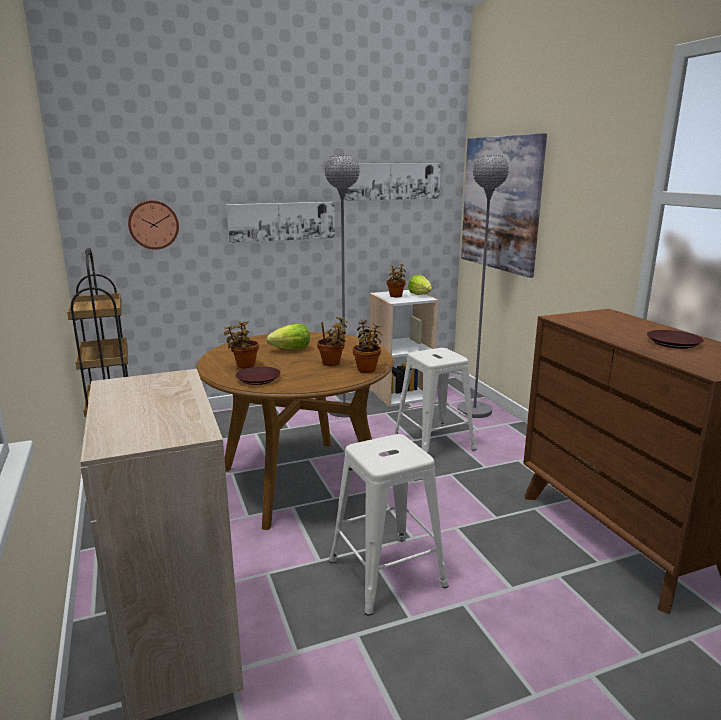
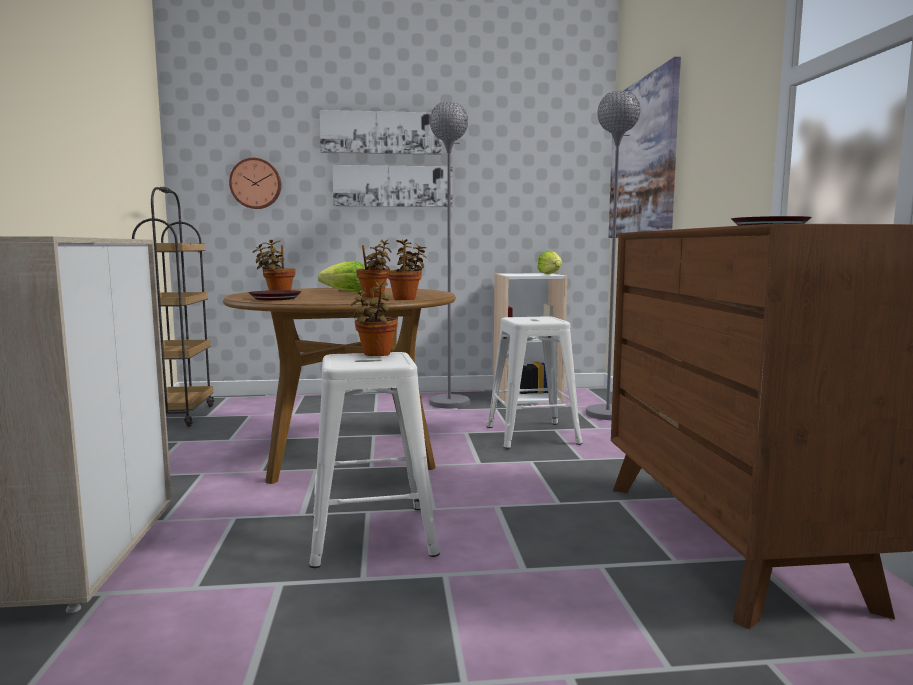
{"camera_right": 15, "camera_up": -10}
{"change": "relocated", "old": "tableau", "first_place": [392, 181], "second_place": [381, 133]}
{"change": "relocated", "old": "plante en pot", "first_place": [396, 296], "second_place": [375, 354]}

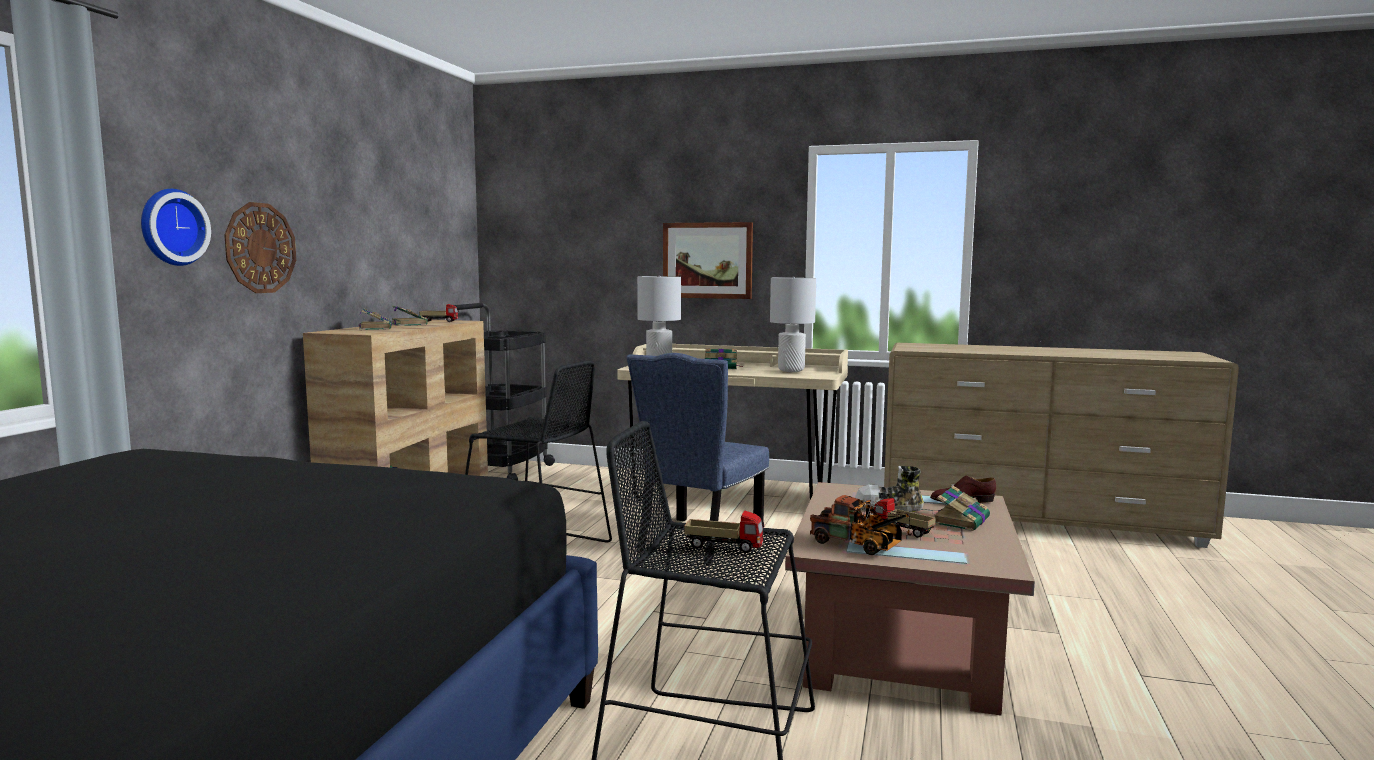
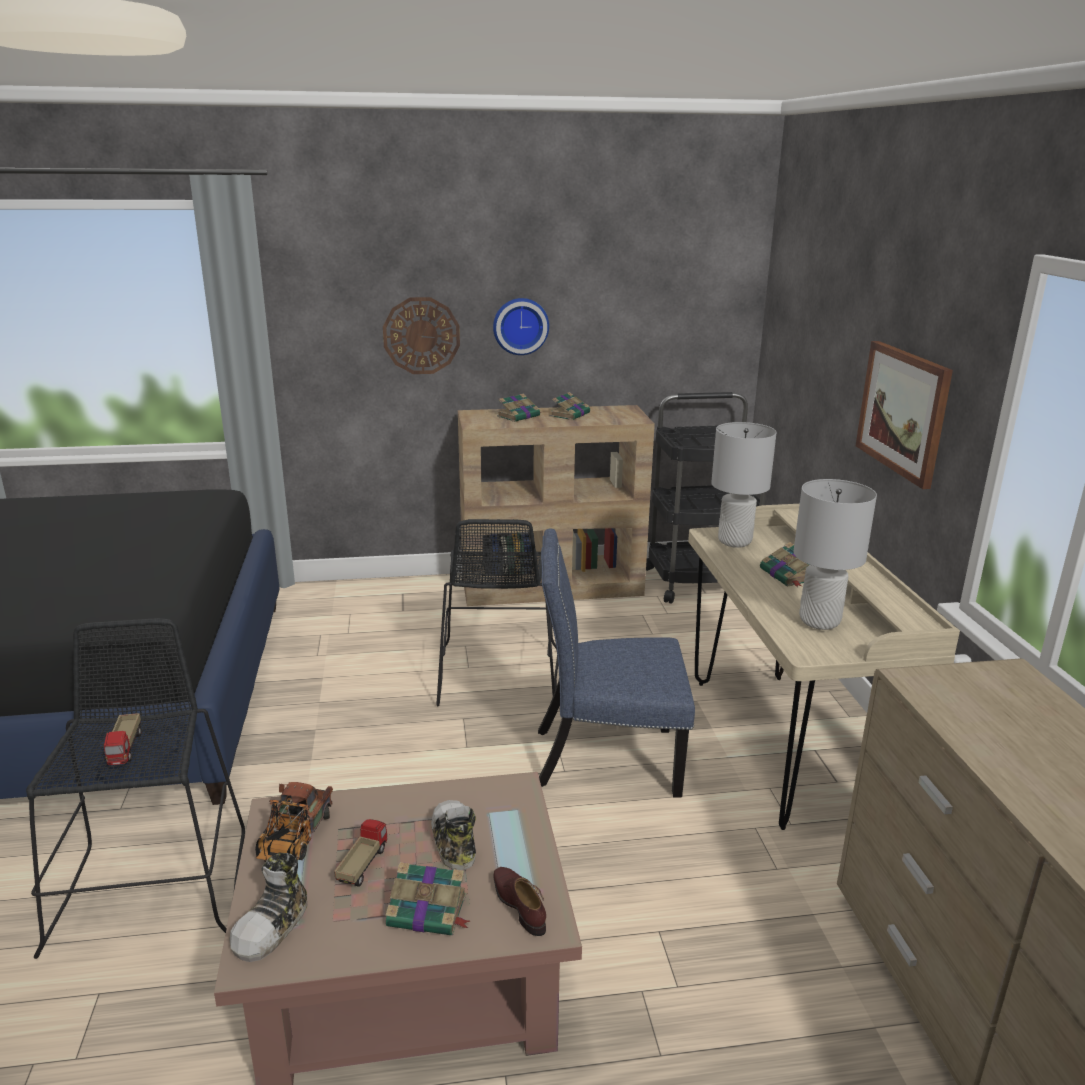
{"camera_right": 65, "camera_up": 15}
{"change": "missing", "old": "camion jouet", "first_place": [439, 321]}
{"change": "appeared", "new": "chaussure", "second_place": [273, 926]}
{"change": "relocated", "old": "horloge murale", "first_place": [171, 227], "second_place": [520, 326]}

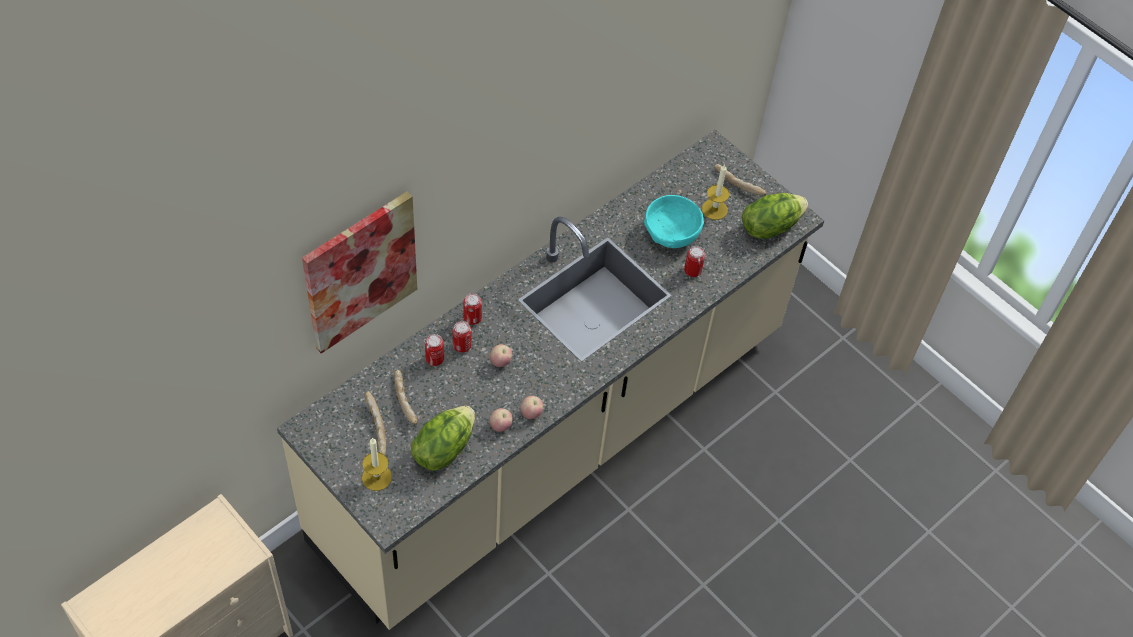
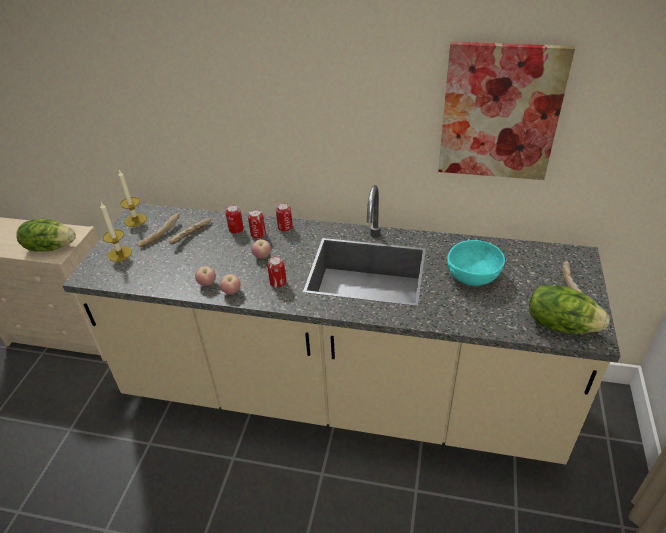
{"camera_right": 60, "camera_up": -15}
{"change": "relocated", "old": "tableau", "first_place": [360, 271], "second_place": [500, 112]}
{"change": "relocated", "old": "laitue", "first_place": [443, 448], "second_place": [50, 247]}
{"change": "relocated", "old": "boîte métallique", "first_place": [692, 271], "second_place": [278, 283]}
{"change": "relocated", "old": "bougie", "first_place": [714, 209], "second_place": [135, 220]}

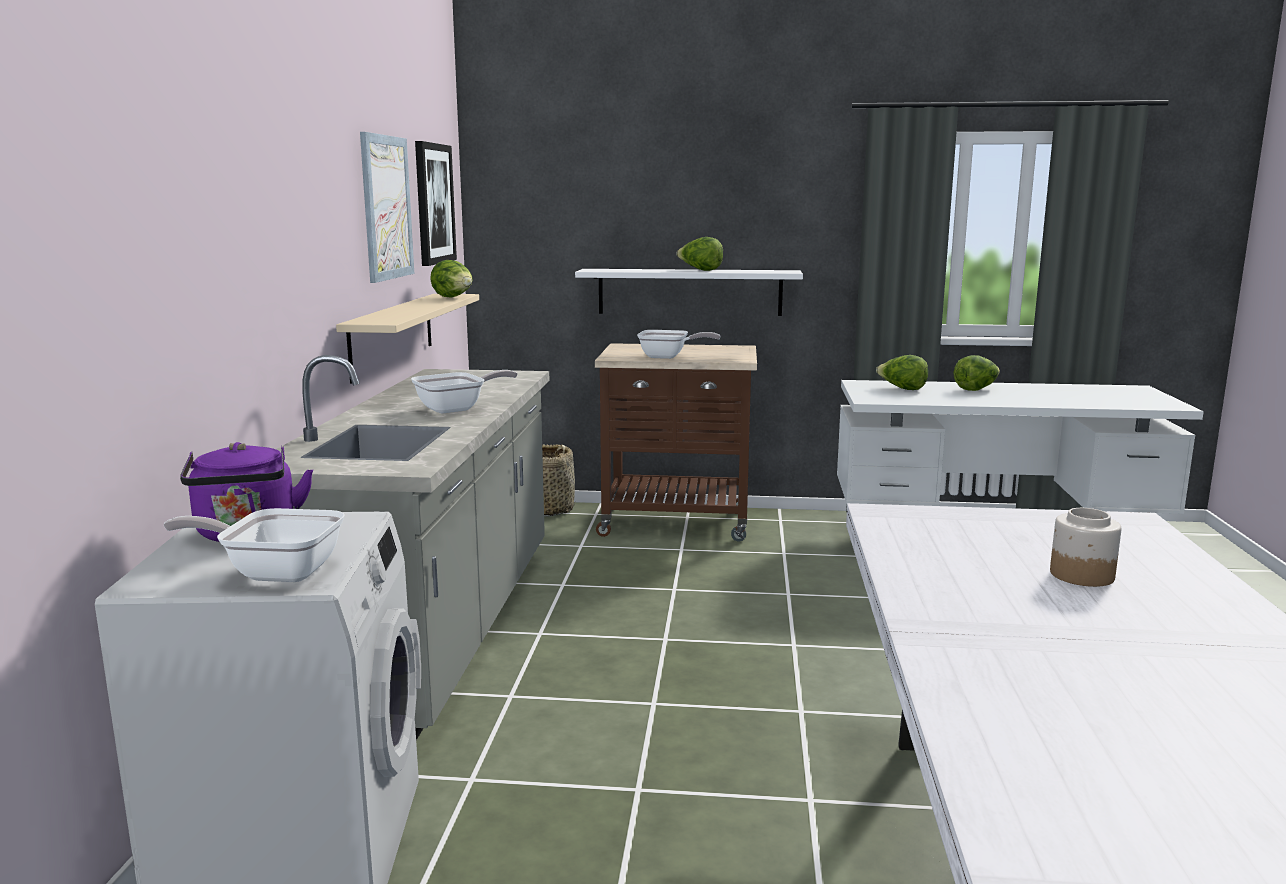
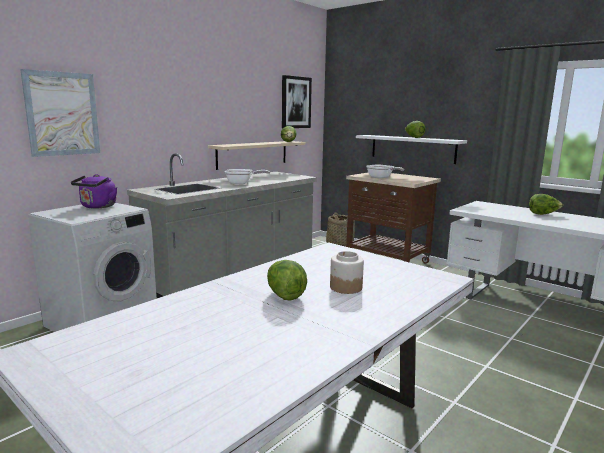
{"camera_right": 35, "camera_up": 0}
{"change": "missing", "old": "poêle", "first_place": [275, 572]}
{"change": "relocated", "old": "tableau", "first_place": [386, 207], "second_place": [62, 114]}
{"change": "relocated", "old": "laitue", "first_place": [902, 389], "second_place": [285, 295]}

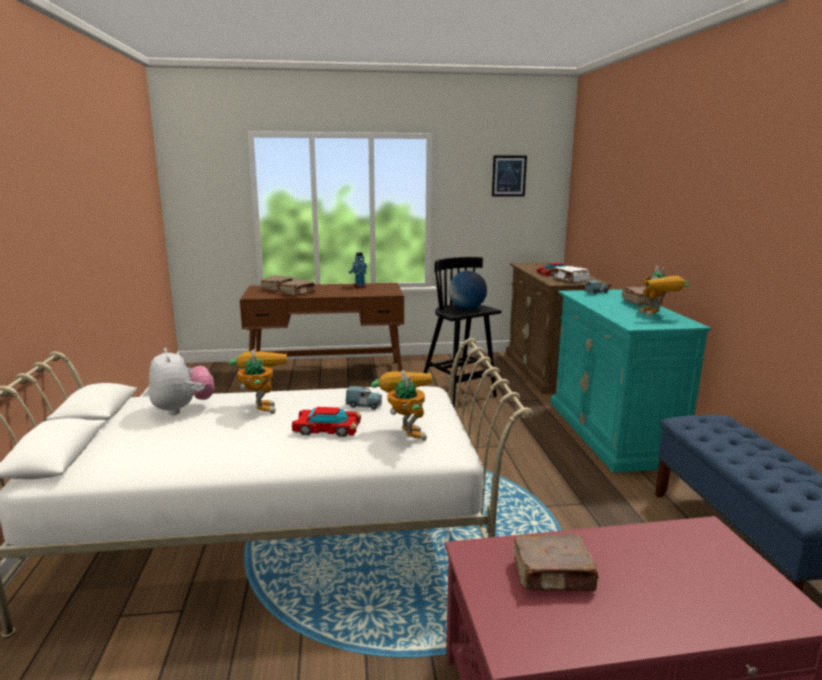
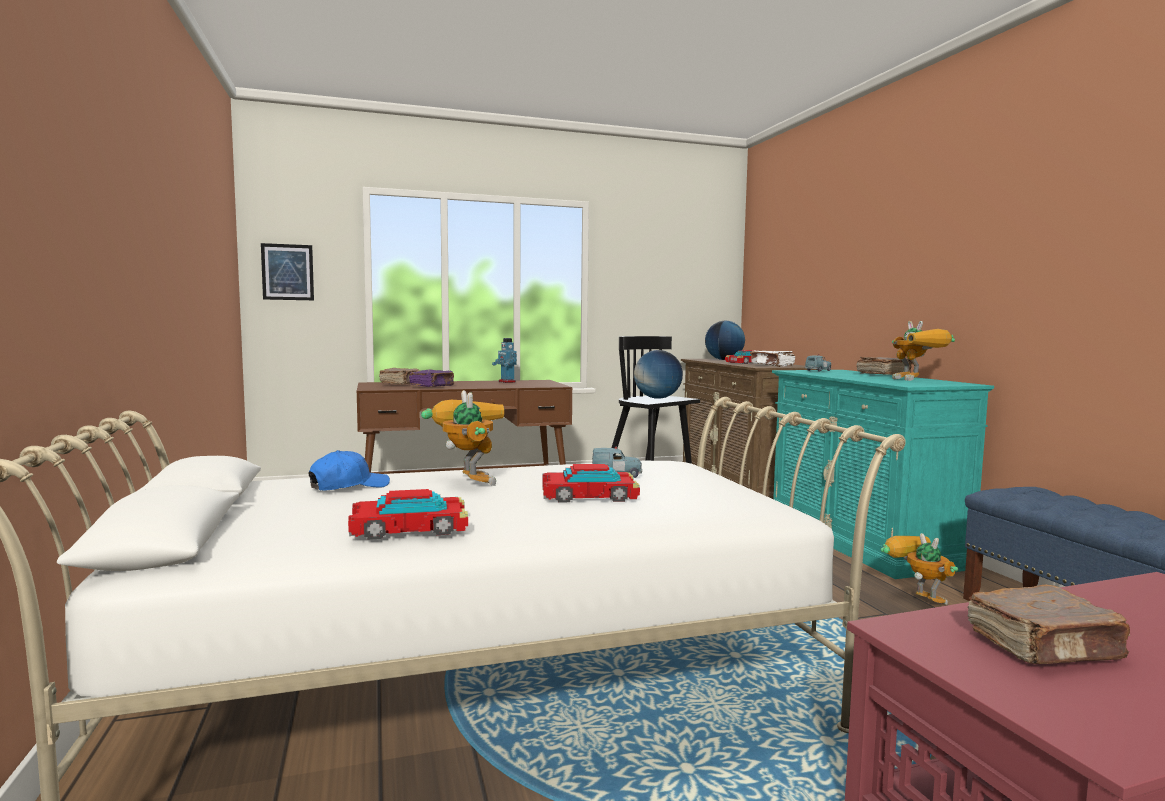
{"camera_right": -10, "camera_up": -10}
{"change": "appeared", "new": "petite voiture", "second_place": [409, 528]}
{"change": "appeared", "new": "globe", "second_place": [724, 360]}
{"change": "relocated", "old": "robot jouet", "first_place": [404, 432], "second_place": [915, 598]}
{"change": "relocated", "old": "tableau", "first_place": [509, 176], "second_place": [287, 272]}
{"change": "exchanged", "old": "peluche", "new": "casquette (bleu)", "first_place": [183, 409], "second_place": [349, 486]}
{"change": "colour", "old": "livre (marron)", "new": "livre (violet)", "first_place": [298, 293], "second_place": [432, 386]}

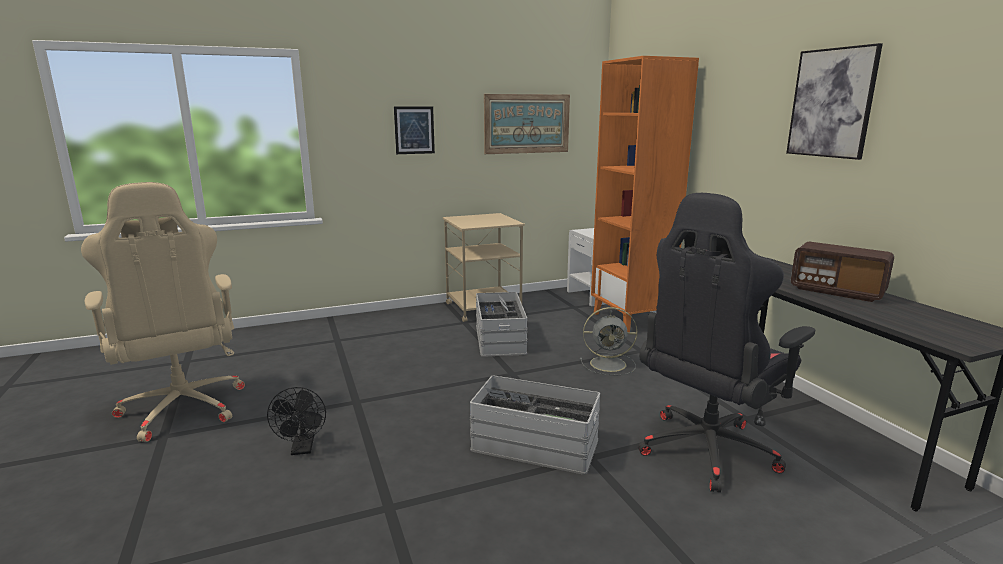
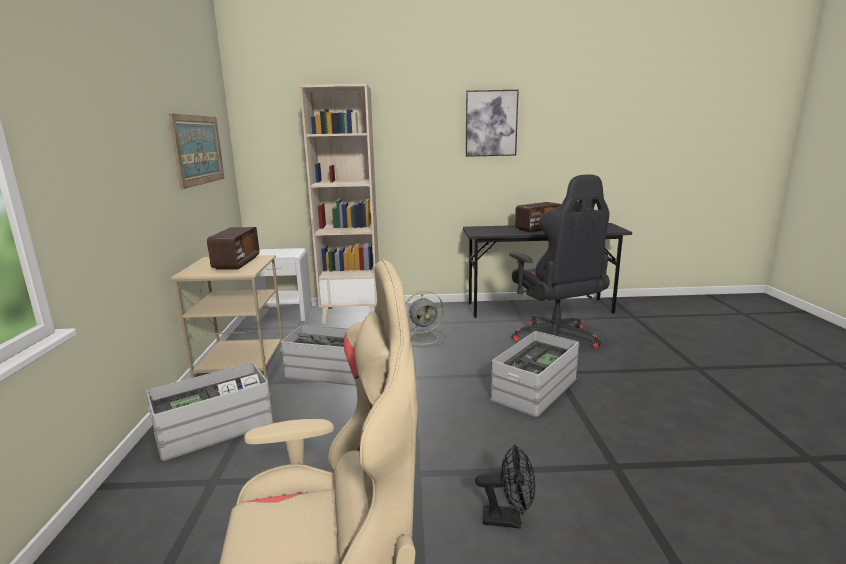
{"camera_right": -70, "camera_up": 0}
{"change": "missing", "old": "tableau", "first_place": [414, 130]}
{"change": "appeared", "new": "boîte de rangement (gris)", "second_place": [214, 427]}
{"change": "appeared", "new": "radio", "second_place": [236, 263]}
{"change": "colour", "old": "bibliothèque (orange)", "new": "bibliothèque (beige)", "first_place": [631, 320], "second_place": [352, 314]}
{"change": "spun", "old": "ventilateur (gris)", "first_place": [609, 364], "second_place": [425, 338], "degrees": 45}

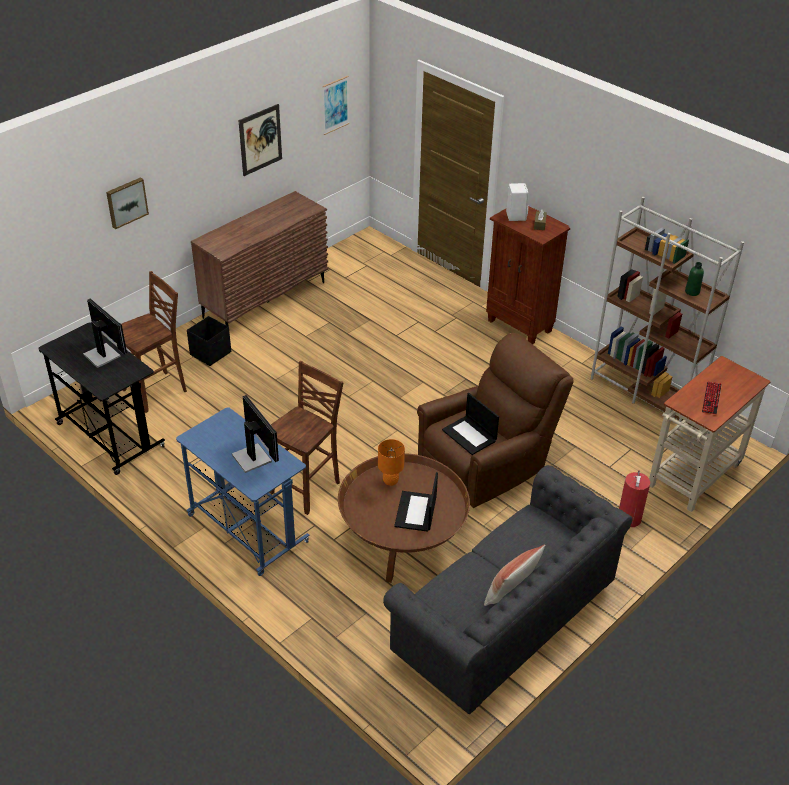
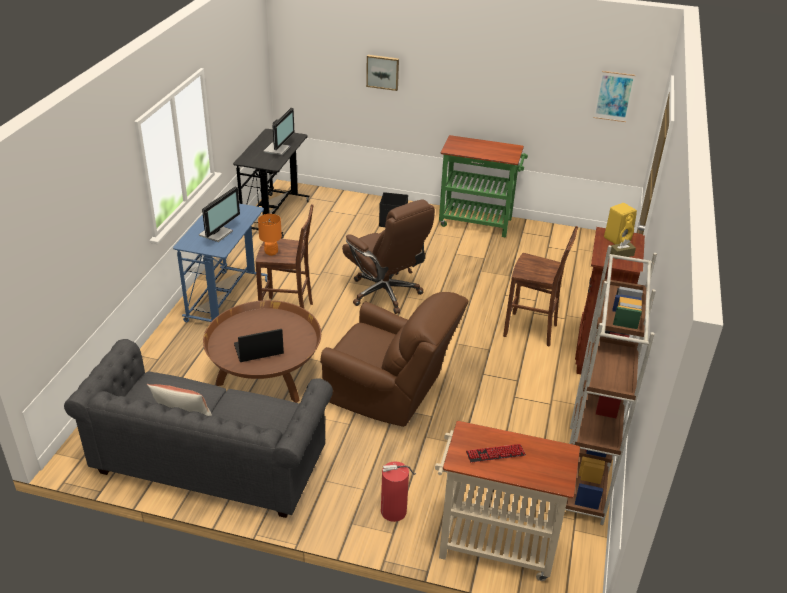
{"camera_right": 60, "camera_up": -5}
{"change": "missing", "old": "tableau", "first_place": [260, 140]}
{"change": "missing", "old": "ordinateur portable", "first_place": [470, 435]}
{"change": "missing", "old": "bouteille (vert)", "first_place": [692, 292]}
{"change": "appeared", "new": "chaise de bureau (marron)", "second_place": [385, 293]}
{"change": "relocated", "old": "tabouret (marron)", "first_place": [157, 391], "second_place": [532, 330]}
{"change": "relocated", "old": "lampe de table (orange)", "first_place": [390, 482], "second_place": [270, 253]}
{"change": "exchanged", "old": "commode (marron)", "new": "chariot (vert)", "first_place": [265, 300], "second_place": [477, 223]}
{"change": "colour", "old": "enceinte (blanc)", "new": "enceinte (jaune)", "first_place": [515, 215], "second_place": [617, 238]}

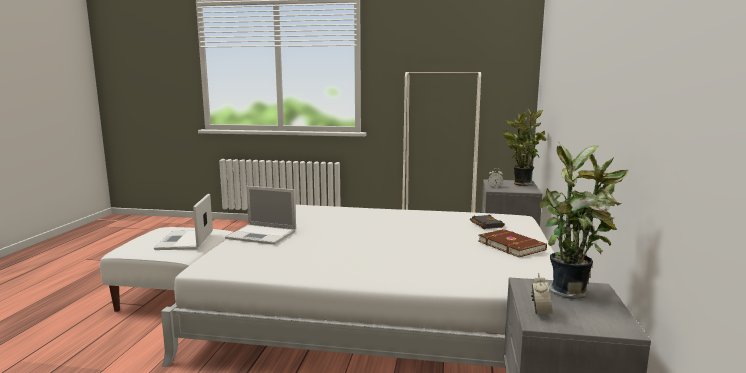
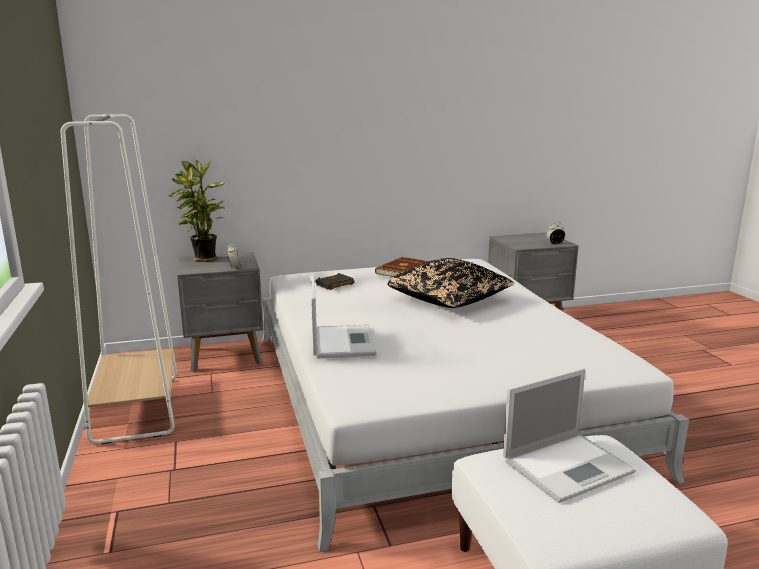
{"camera_right": -115, "camera_up": 5}
{"change": "missing", "old": "plante en pot", "first_place": [572, 292]}
{"change": "appeared", "new": "coussin (noir)", "second_place": [448, 298]}
{"change": "relocated", "old": "ordinateur portable", "first_place": [263, 235], "second_place": [342, 341]}

